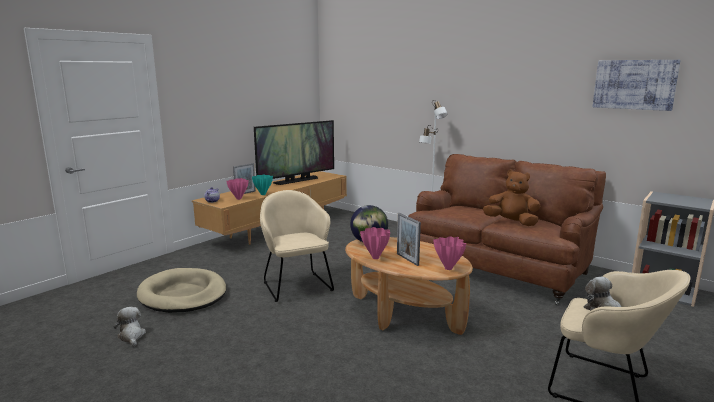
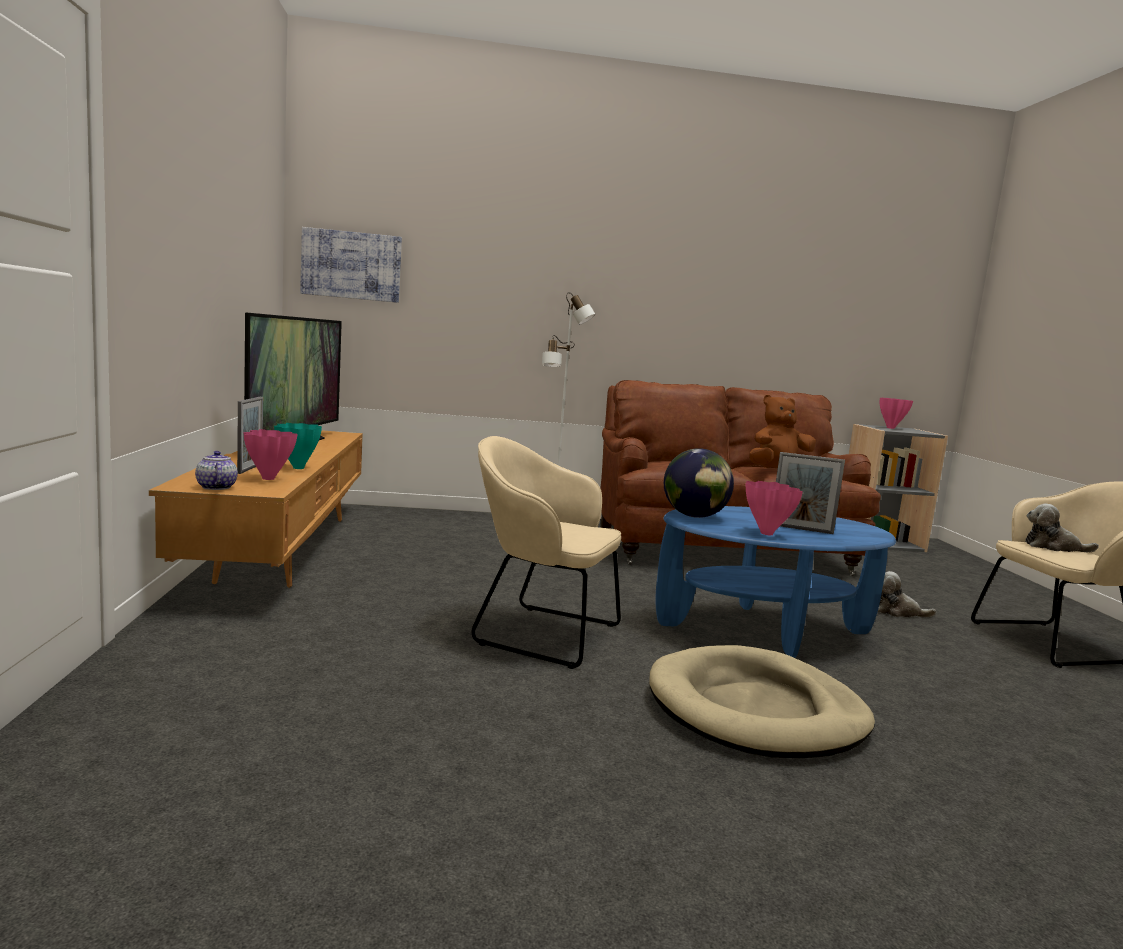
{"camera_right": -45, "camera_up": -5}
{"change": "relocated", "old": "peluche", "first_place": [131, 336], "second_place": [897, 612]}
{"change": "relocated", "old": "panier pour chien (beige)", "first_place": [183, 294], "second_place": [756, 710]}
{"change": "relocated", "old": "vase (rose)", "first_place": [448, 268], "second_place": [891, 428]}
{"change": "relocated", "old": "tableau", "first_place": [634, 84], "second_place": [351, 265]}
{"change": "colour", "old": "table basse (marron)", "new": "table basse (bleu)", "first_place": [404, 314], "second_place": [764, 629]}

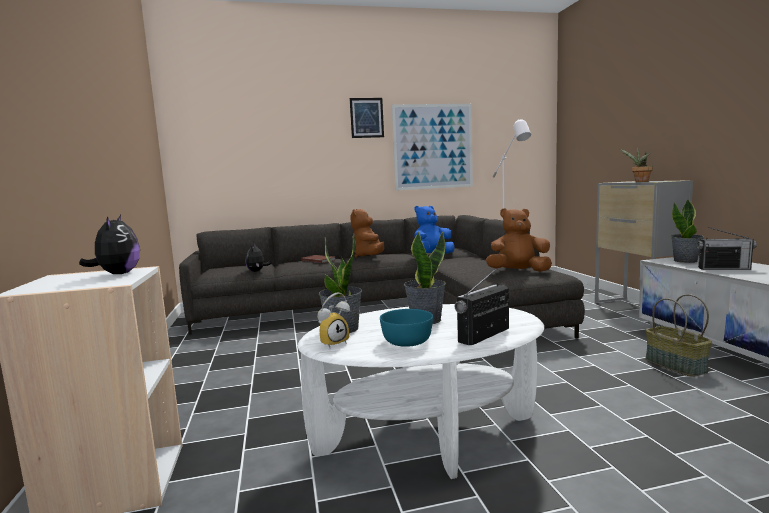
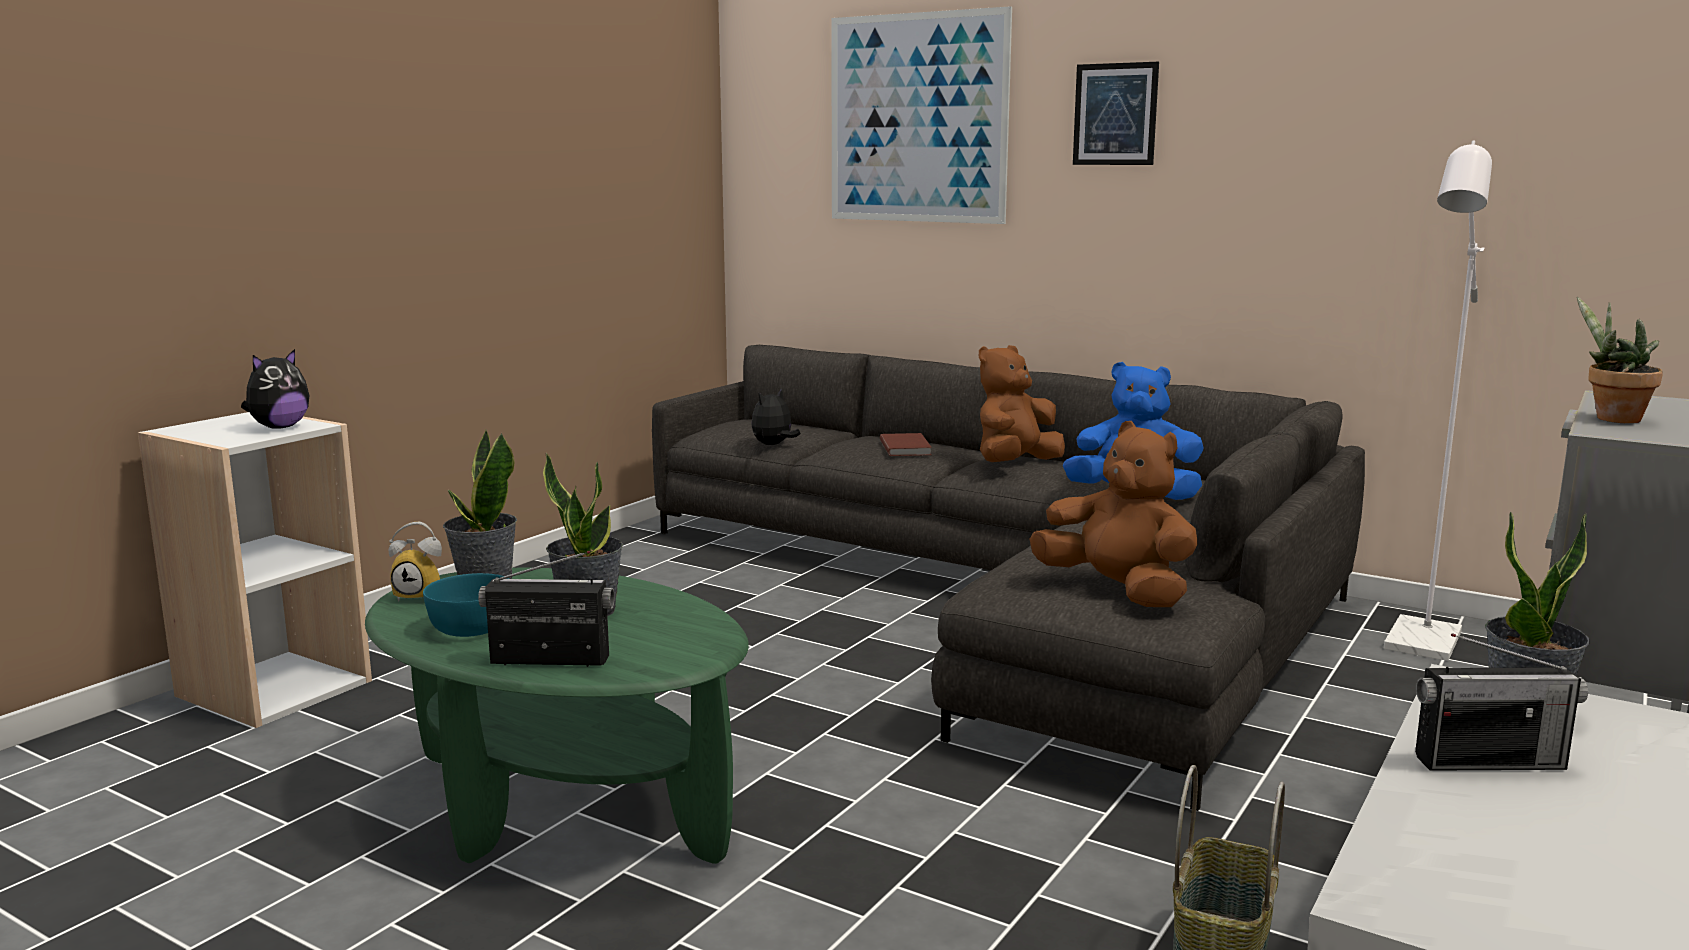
{"camera_right": 45, "camera_up": 5}
{"change": "relocated", "old": "tableau", "first_place": [433, 146], "second_place": [917, 118]}
{"change": "colour", "old": "table basse (blanc)", "new": "table basse (vert)", "first_place": [427, 435], "second_place": [564, 806]}
{"change": "spun", "old": "radio", "first_place": [723, 268], "second_place": [1489, 762], "degrees": -60}

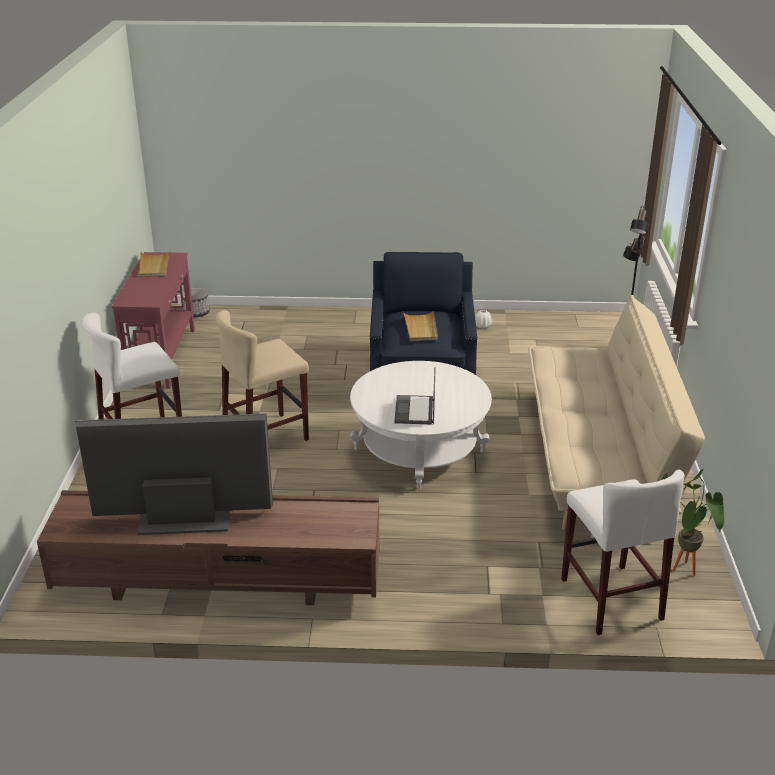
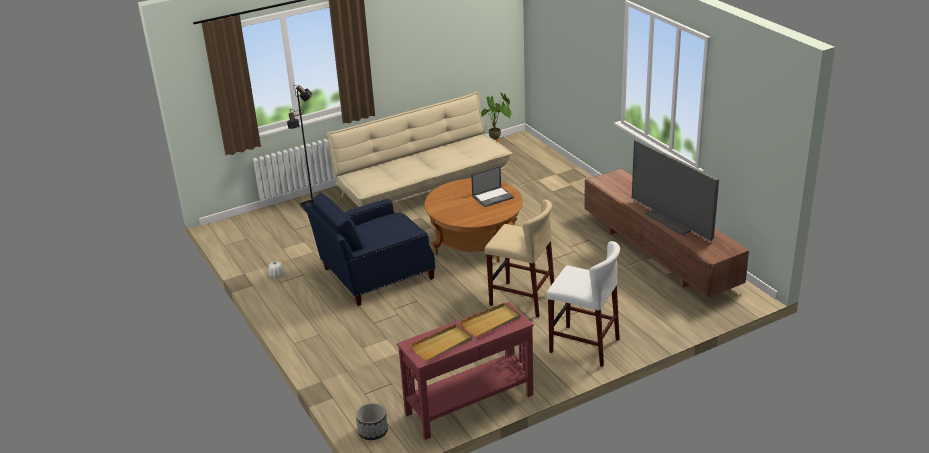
{"camera_right": -120, "camera_up": 0}
{"change": "missing", "old": "tabouret (blanc)", "first_place": [610, 598]}
{"change": "relocated", "old": "plateau (beige)", "first_place": [421, 328], "second_place": [491, 322]}
{"change": "colour", "old": "table basse (blanc)", "new": "table basse (marron)", "first_place": [419, 451], "second_place": [475, 241]}

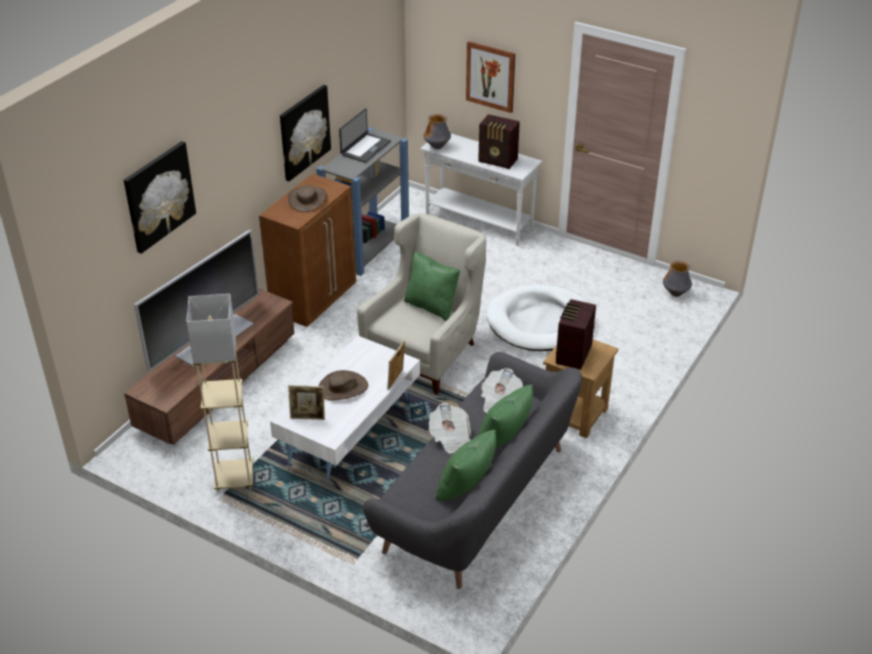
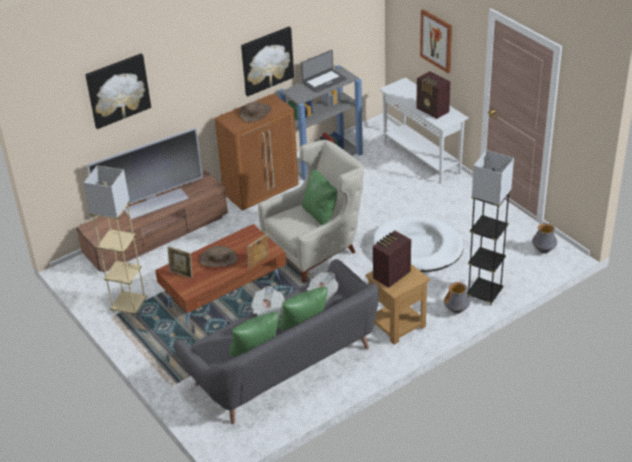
{"camera_right": 25, "camera_up": 0}
{"change": "appeared", "new": "lampadaire (gris)", "second_place": [484, 294]}
{"change": "relocated", "old": "vase", "first_place": [437, 147], "second_place": [456, 310]}
{"change": "colour", "old": "table basse (blanc)", "new": "table basse (marron)", "first_place": [350, 433], "second_place": [225, 295]}

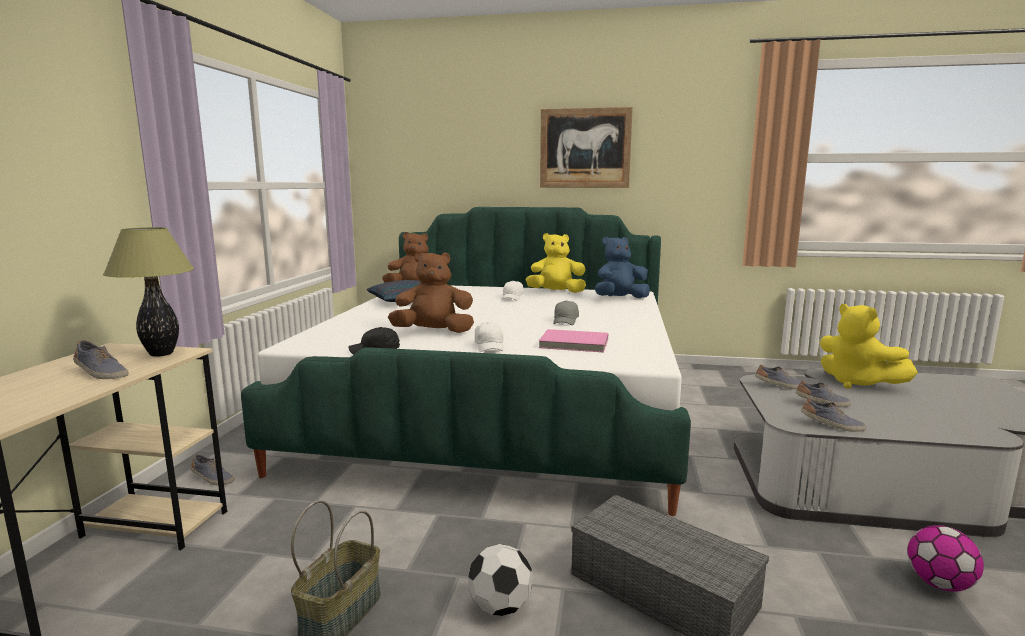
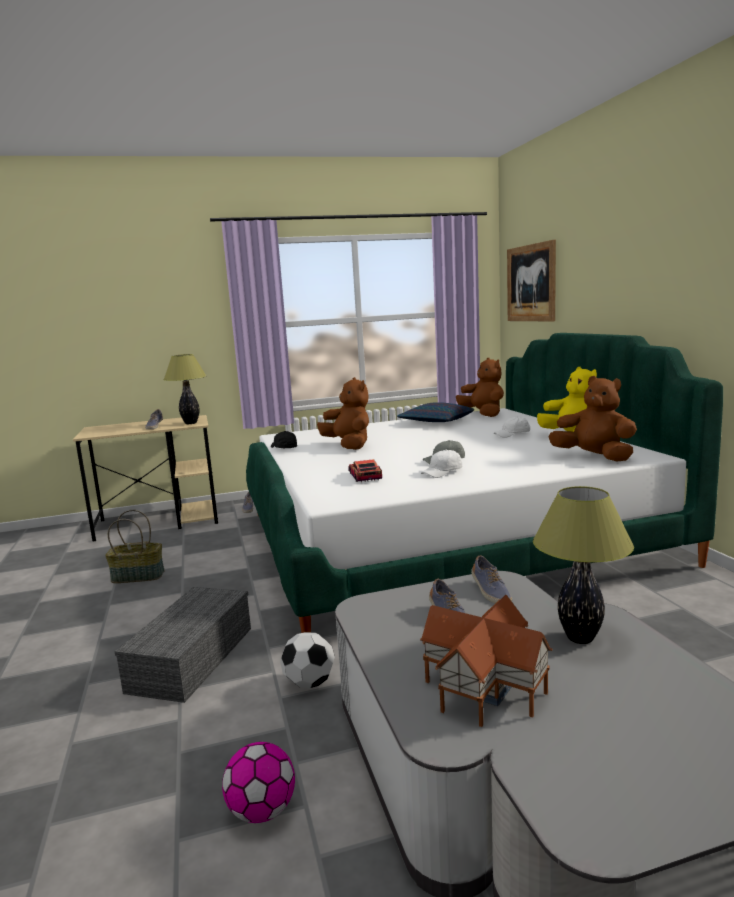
{"camera_right": 65, "camera_up": 0}
{"change": "missing", "old": "chaussure", "first_place": [832, 426]}
{"change": "appeared", "new": "maison miniature", "second_place": [484, 686]}
{"change": "relocated", "old": "ballon de foot", "first_place": [500, 607], "second_place": [309, 683]}
{"change": "relocated", "old": "casquette (blanc)", "first_place": [489, 346], "second_place": [443, 472]}
{"change": "relocated", "old": "tableau", "first_place": [585, 148], "second_place": [531, 283]}
{"change": "exchanged", "old": "livre (rose)", "new": "petite voiture", "first_place": [574, 344], "second_place": [364, 476]}
{"change": "exchanged", "old": "peluche (jaune)", "new": "lampe de table", "first_place": [857, 383], "second_place": [579, 638]}
{"change": "colour", "old": "peluche (bleu)", "new": "peluche (marron)", "first_place": [620, 299], "second_place": [594, 457]}

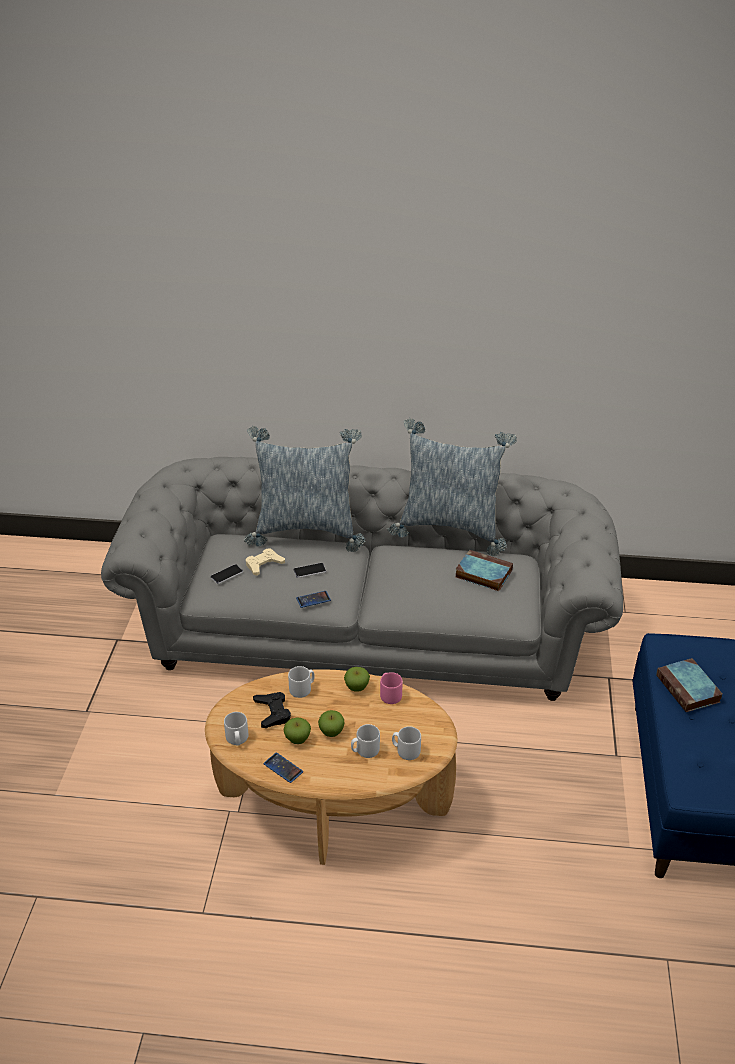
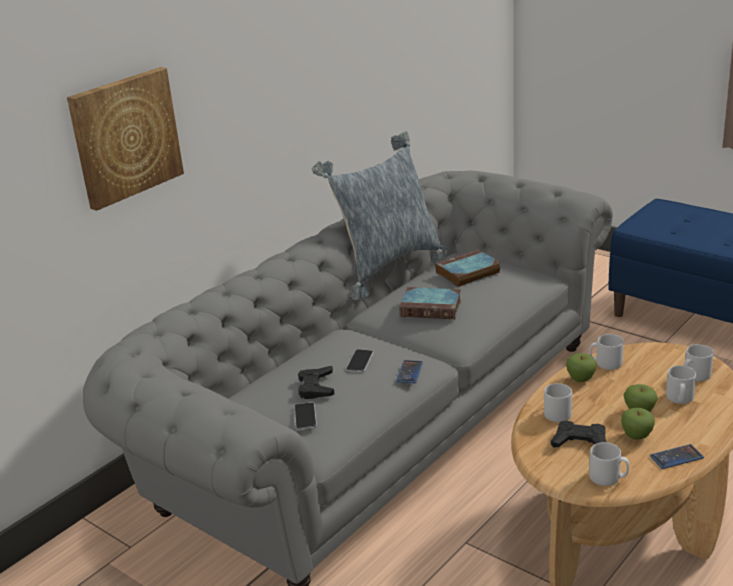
{"camera_right": -55, "camera_up": -10}
{"change": "missing", "old": "coussin", "first_place": [306, 537]}
{"change": "appeared", "new": "tableau", "second_place": [125, 137]}
{"change": "relocated", "old": "livre", "first_place": [689, 689], "second_place": [432, 308]}
{"change": "colour", "old": "manette (beige)", "new": "manette (noir)", "first_place": [264, 564], "second_place": [316, 387]}
{"change": "colour", "old": "mug (rose)", "new": "mug (gris)", "first_place": [389, 694], "second_place": [605, 363]}

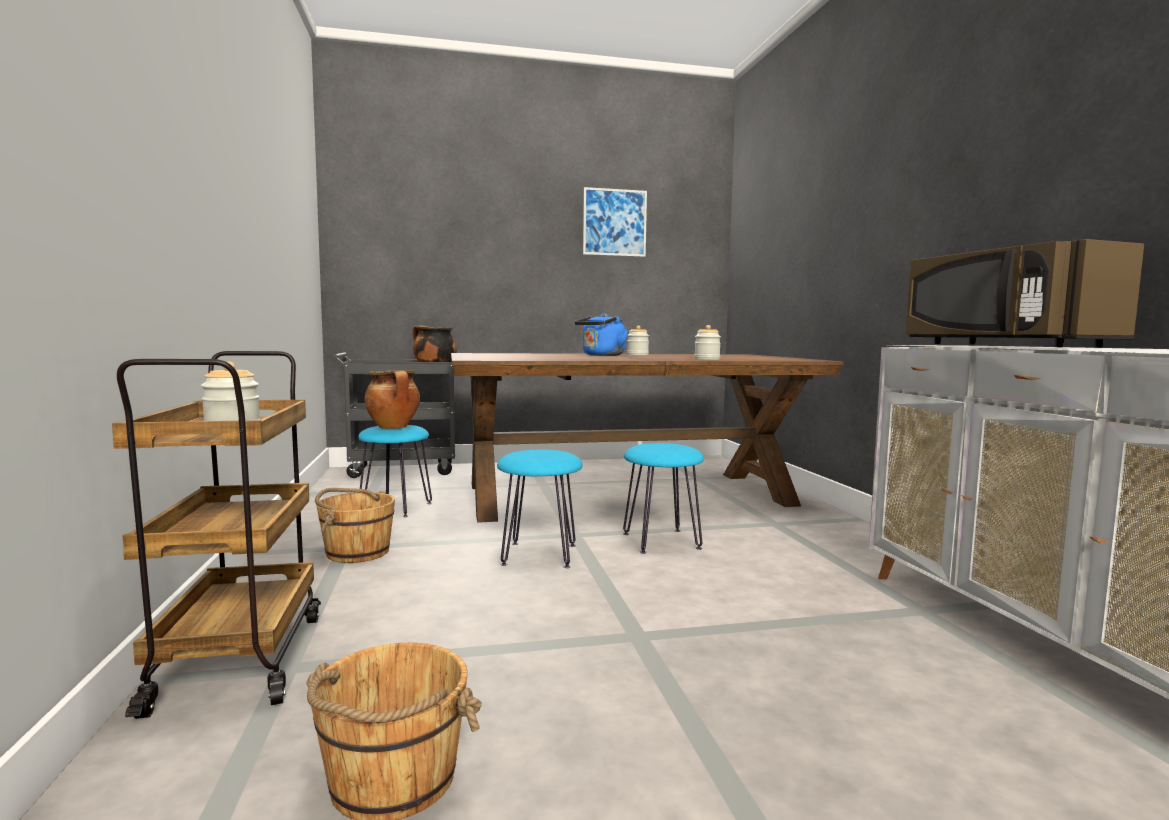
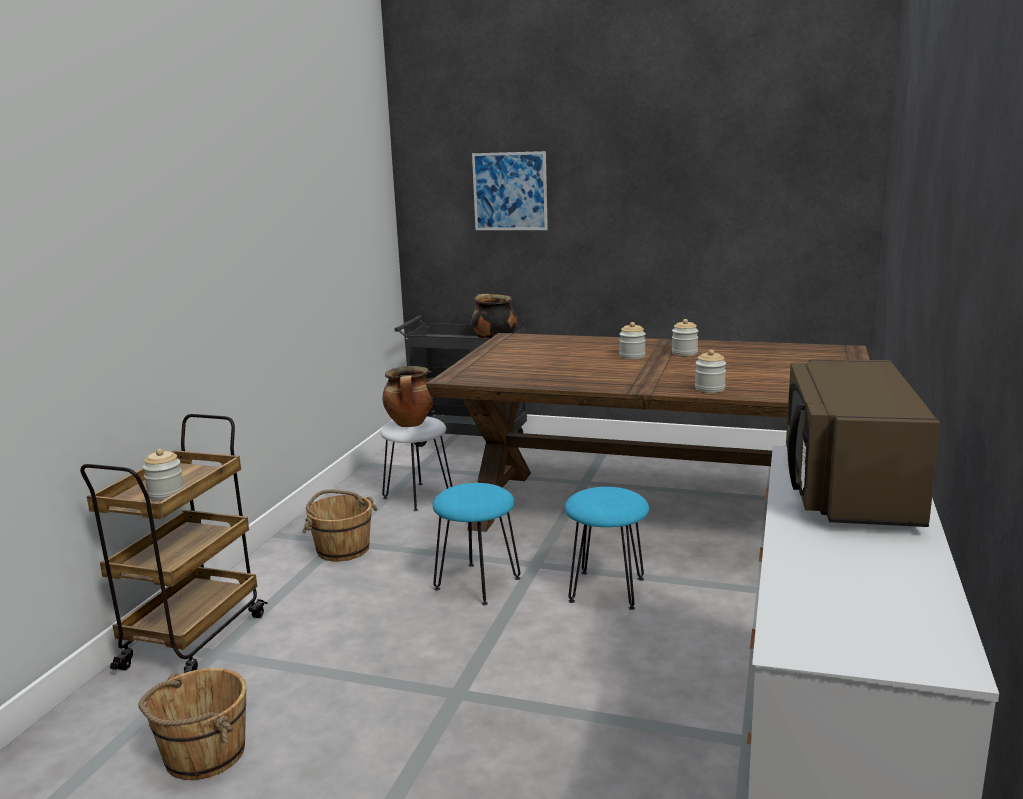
{"camera_right": 30, "camera_up": 10}
{"change": "relocated", "old": "tableau", "first_place": [614, 222], "second_place": [510, 191]}
{"change": "exchanged", "old": "bouilloire (bleu)", "new": "bocal", "first_place": [602, 355], "second_place": [632, 356]}
{"change": "colour", "old": "tabouret (turquoise)", "new": "tabouret (blanc)", "first_place": [396, 507], "second_place": [418, 496]}

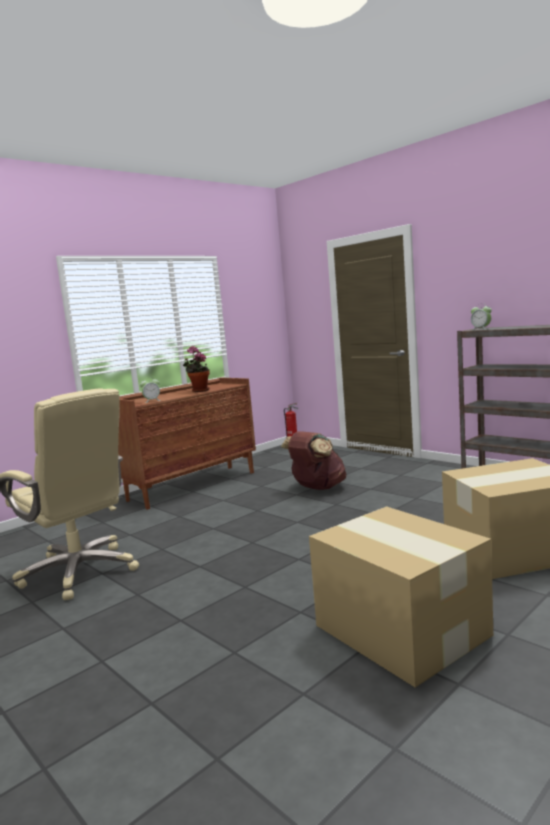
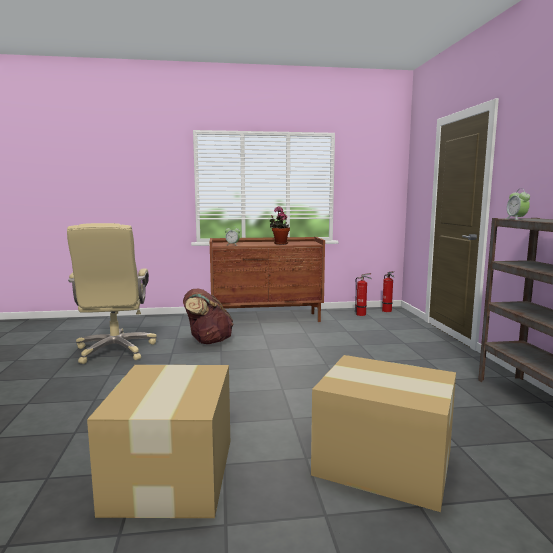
{"camera_right": 35, "camera_up": 0}
{"change": "appeared", "new": "extincteur", "second_place": [362, 314]}
{"change": "relocated", "old": "sac à dos (marron)", "first_place": [317, 488], "second_place": [208, 341]}

